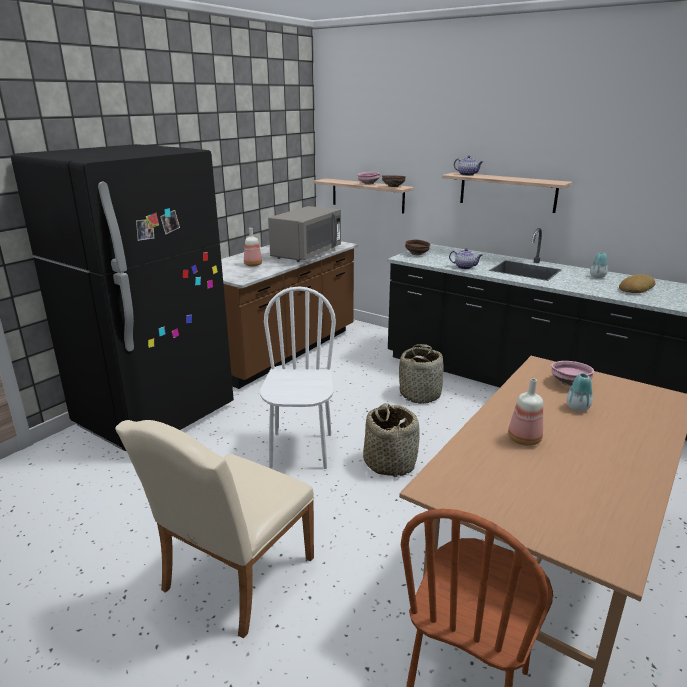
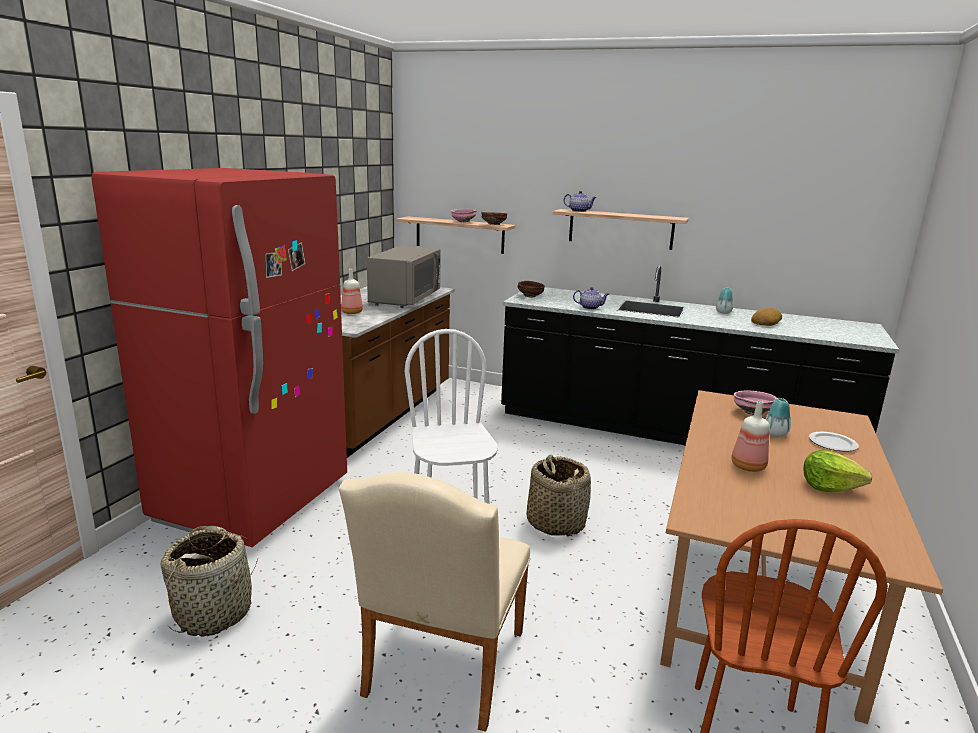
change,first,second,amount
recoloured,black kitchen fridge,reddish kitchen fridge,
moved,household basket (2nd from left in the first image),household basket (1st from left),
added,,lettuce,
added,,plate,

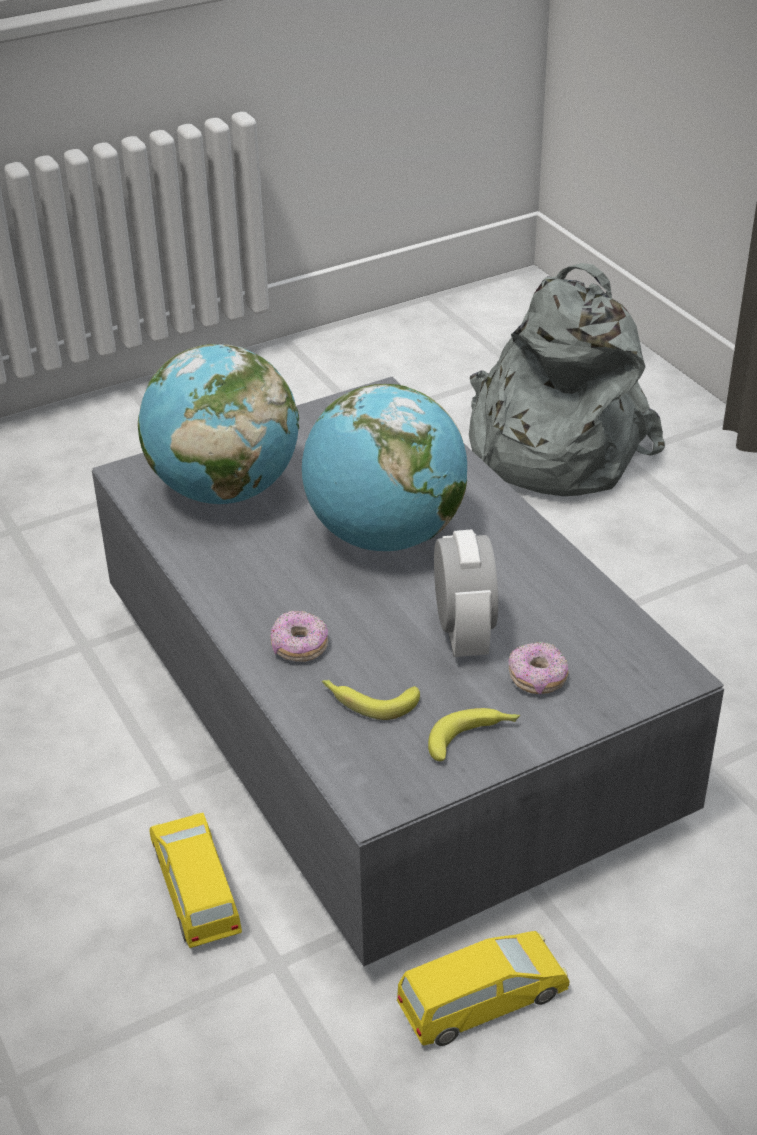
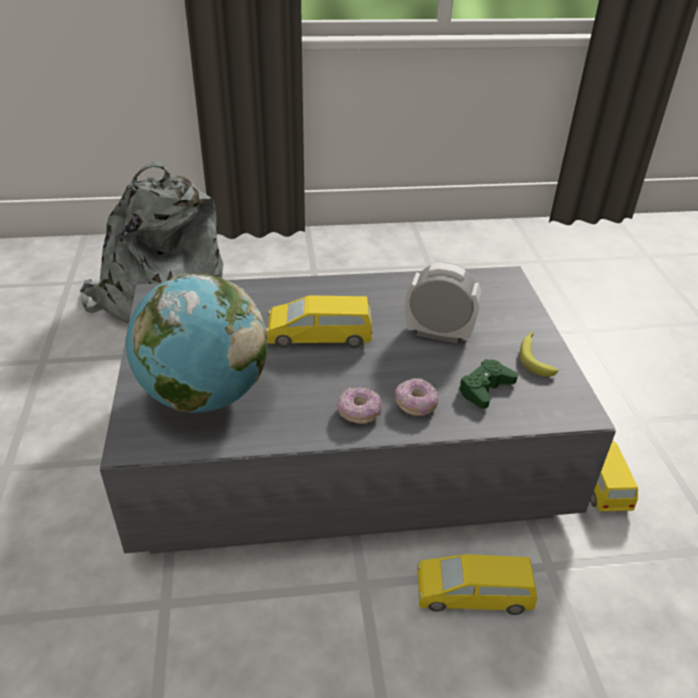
change,first,second,amount
replaced,globe (2nd from left),yellowish miniature car (1st from left),
moved,ring doughnut (2nd from left in the first image),ring doughnut (1st from left),
replaced,whole banana (1st from left),green gamepad,

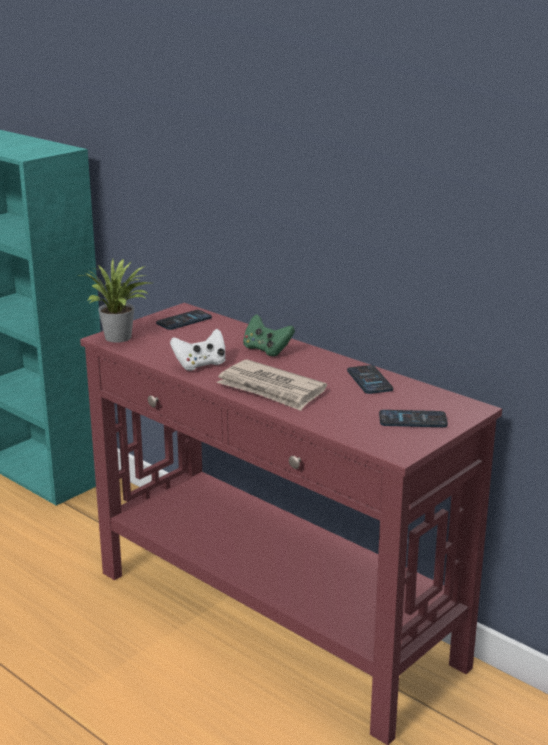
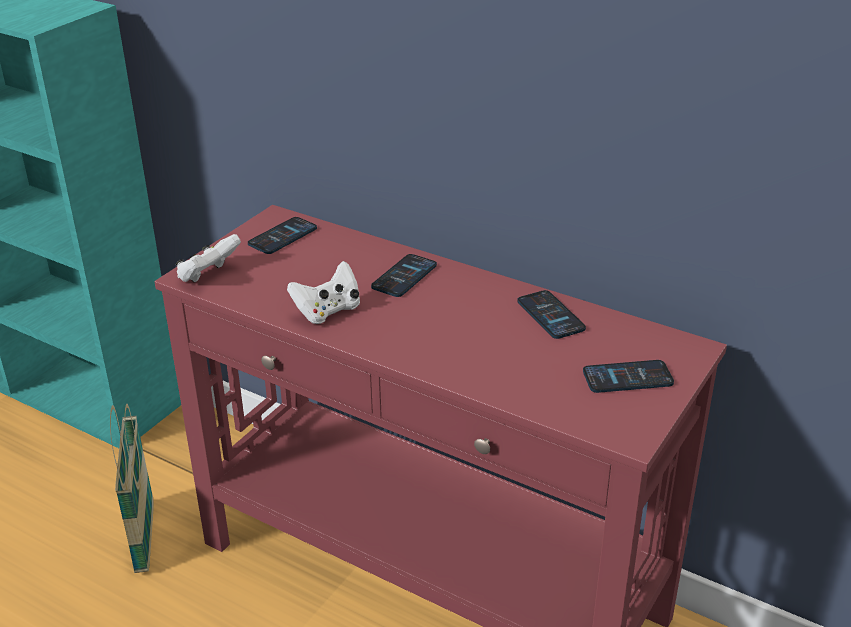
change,first,second,amount
added,,household basket,
replaced,potted plant,white-coloured gamepad (1st from left),
replaced,green gamepad,handset (2nd from left),
removed,newspaper,,

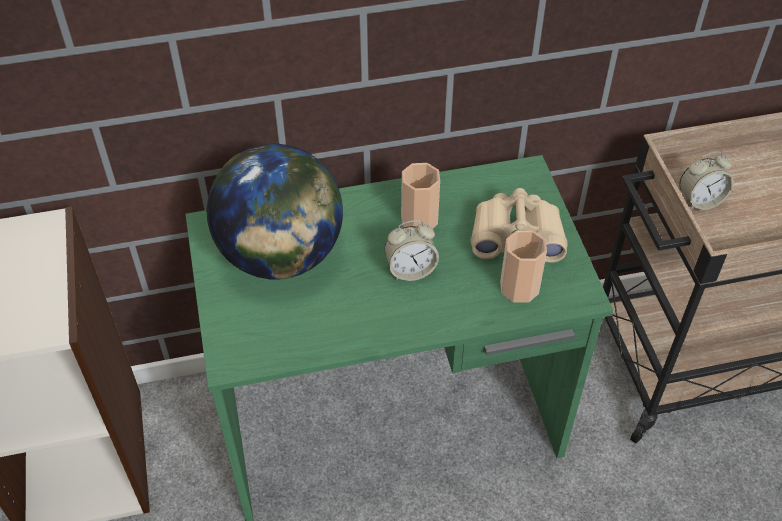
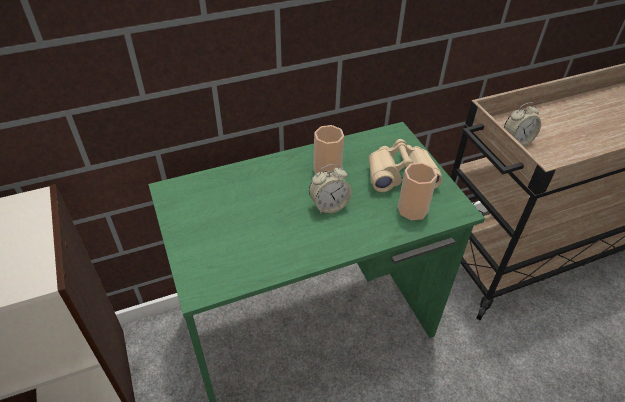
change,first,second,amount
removed,globe,,

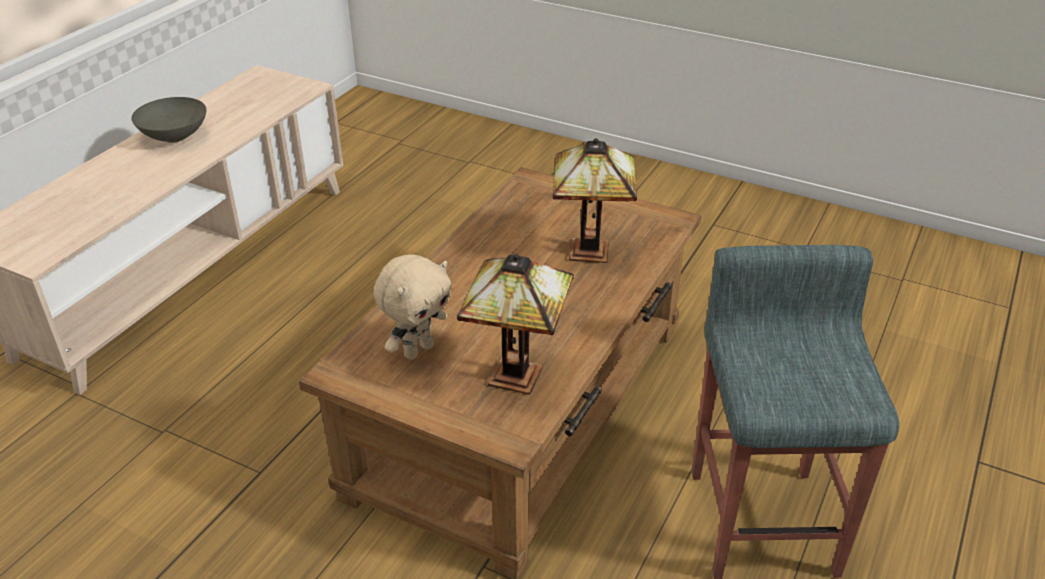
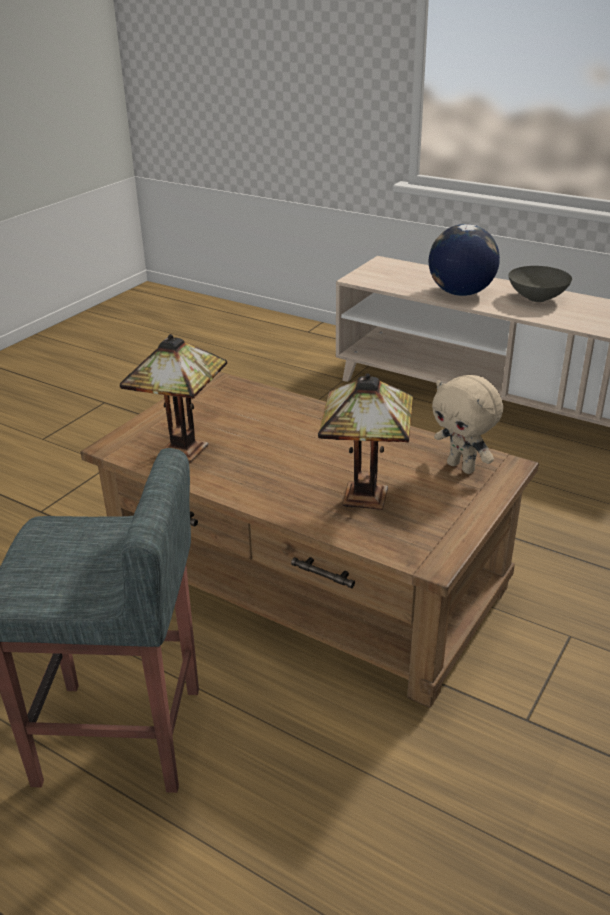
change,first,second,amount
added,,globe,
moved,beige plush toy,,

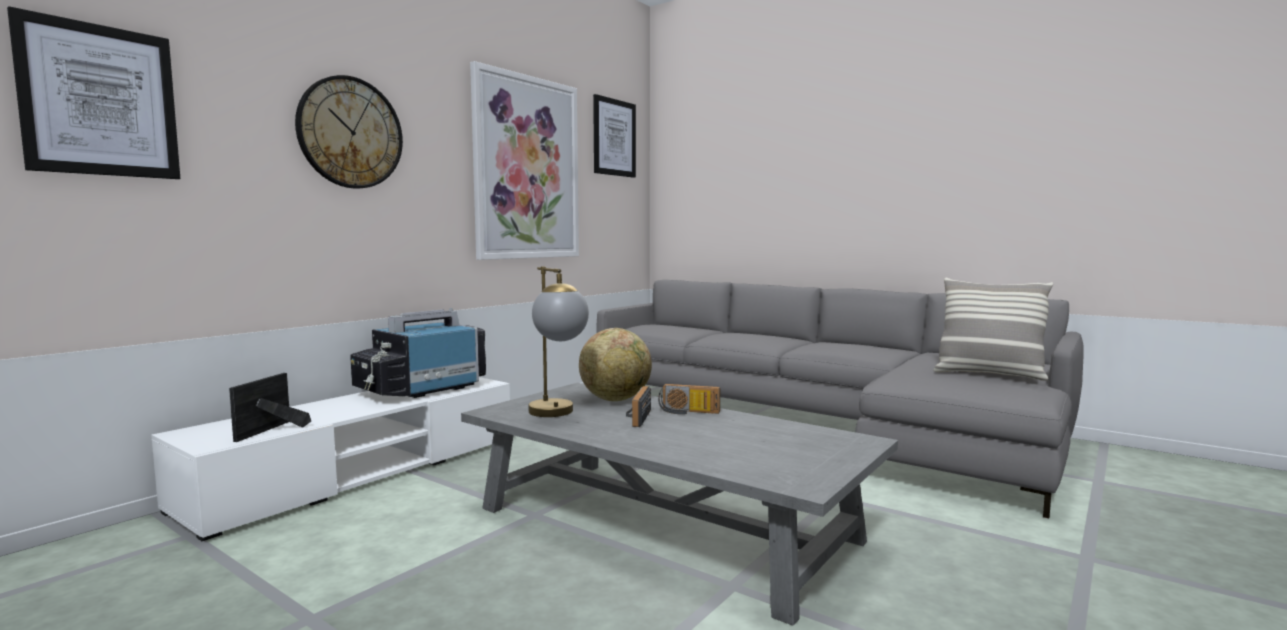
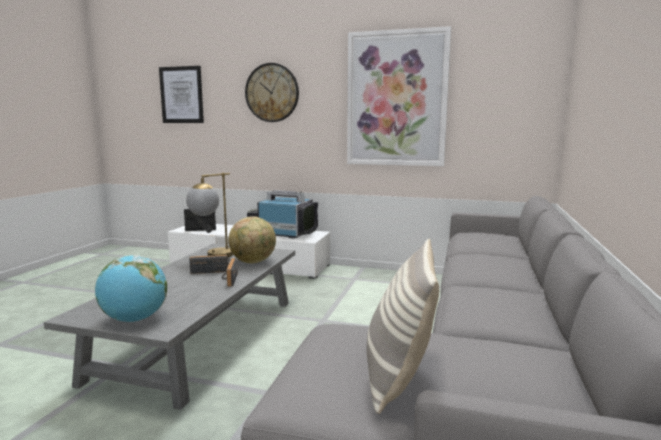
change,first,second,amount
added,,globe (1st from left),
removed,wall art (3rd from left),,

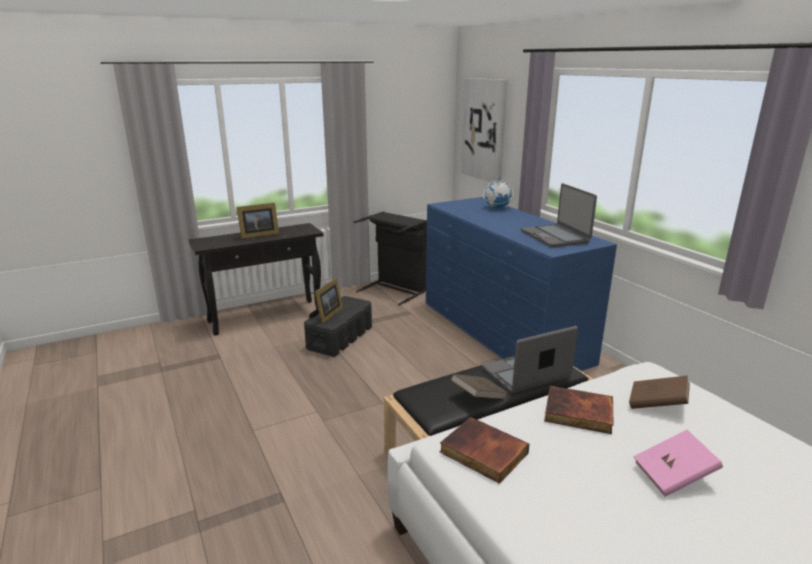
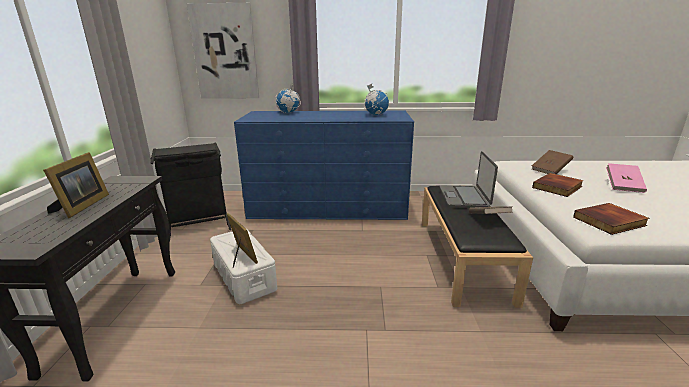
change,first,second,amount
recoloured,black storage container,white-coloured storage container,
replaced,laptop (2nd from left),globe (2nd from left),

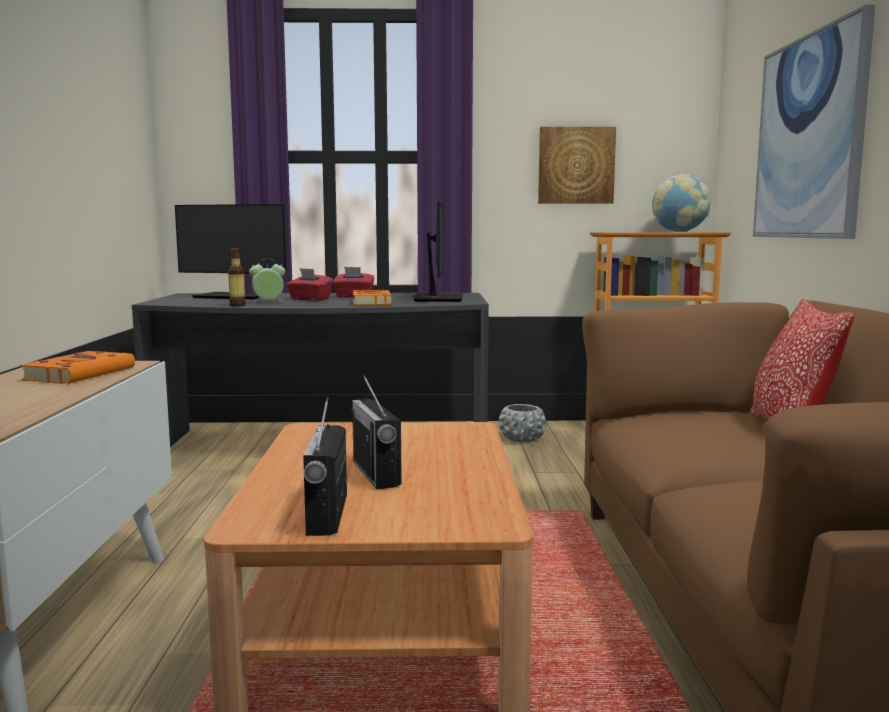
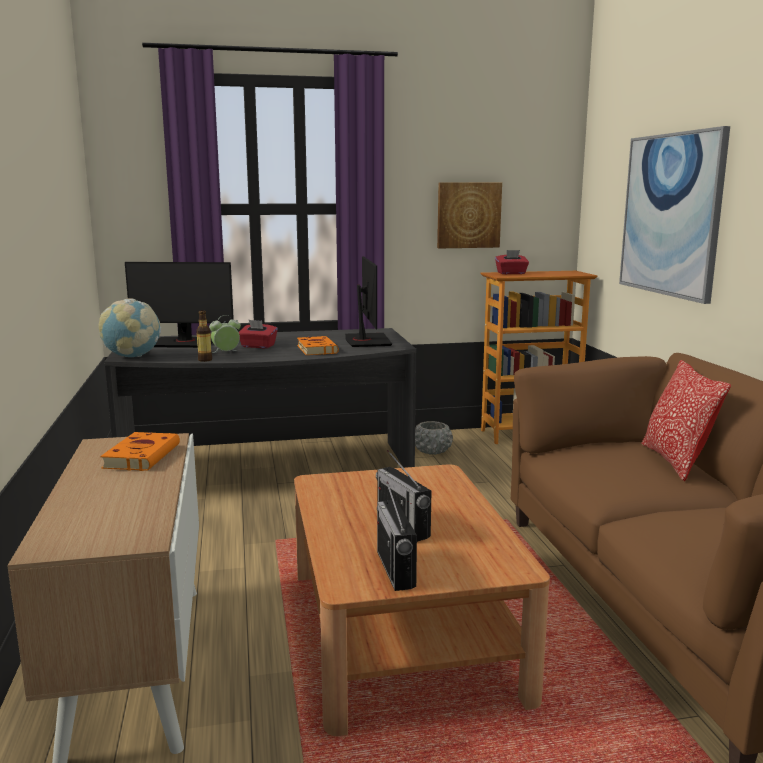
change,first,second,amount
moved,globe,,
moved,reddish tissue holder (2nd from left),,

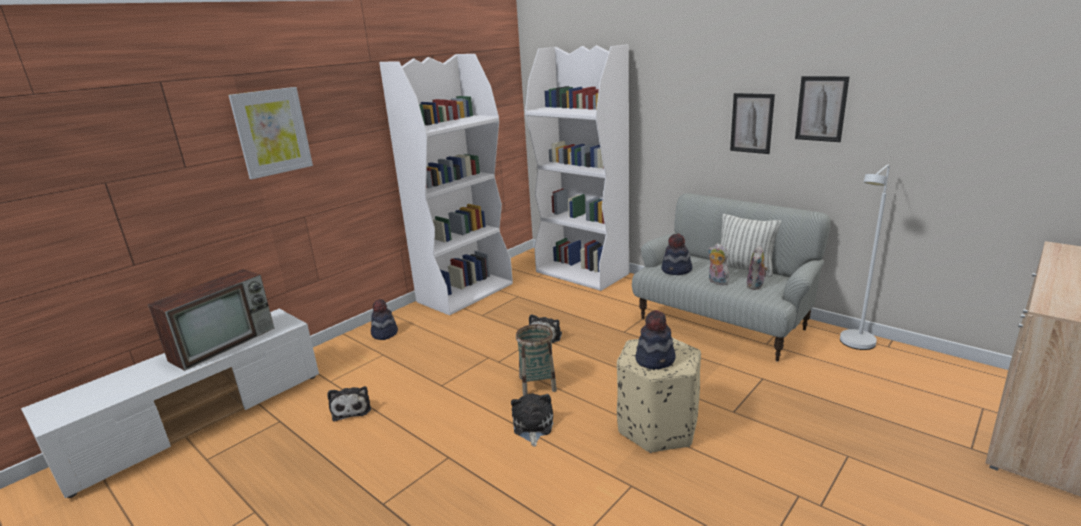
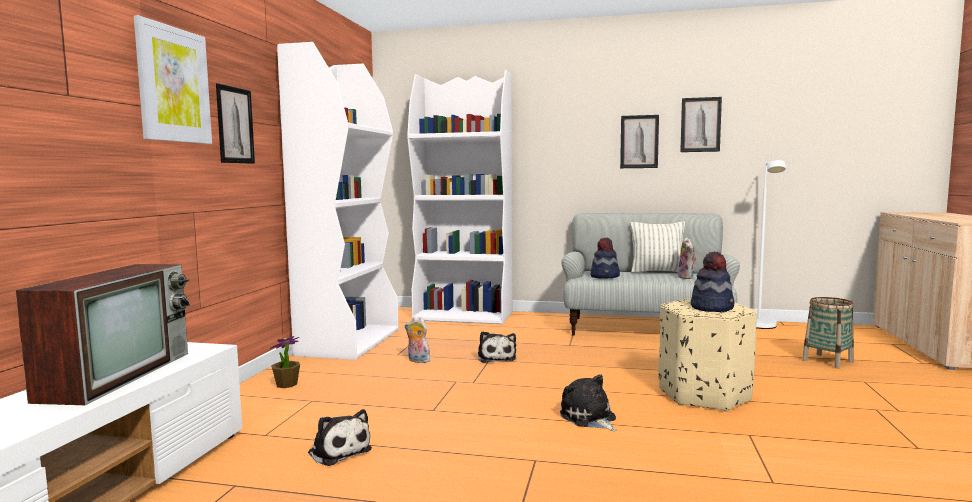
change,first,second,amount
added,,wall art (2nd from left),
replaced,wearable hat (1st from left),potted plant,
moved,plush toy (4th from left in the first image),plush toy (2nd from left),
moved,household basket,,

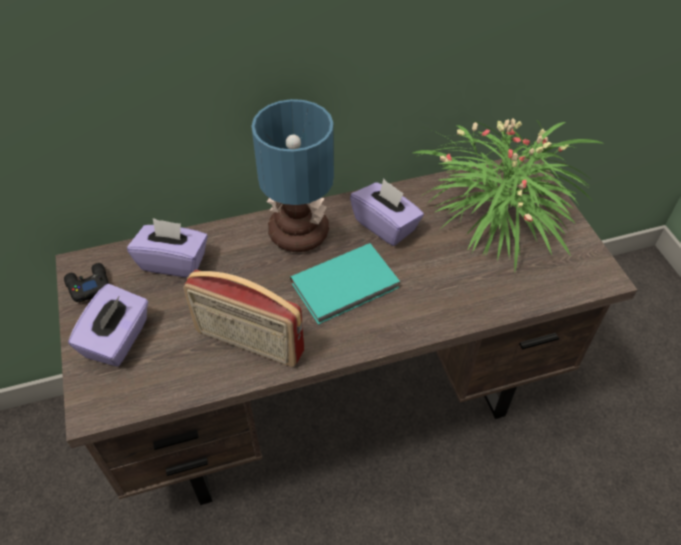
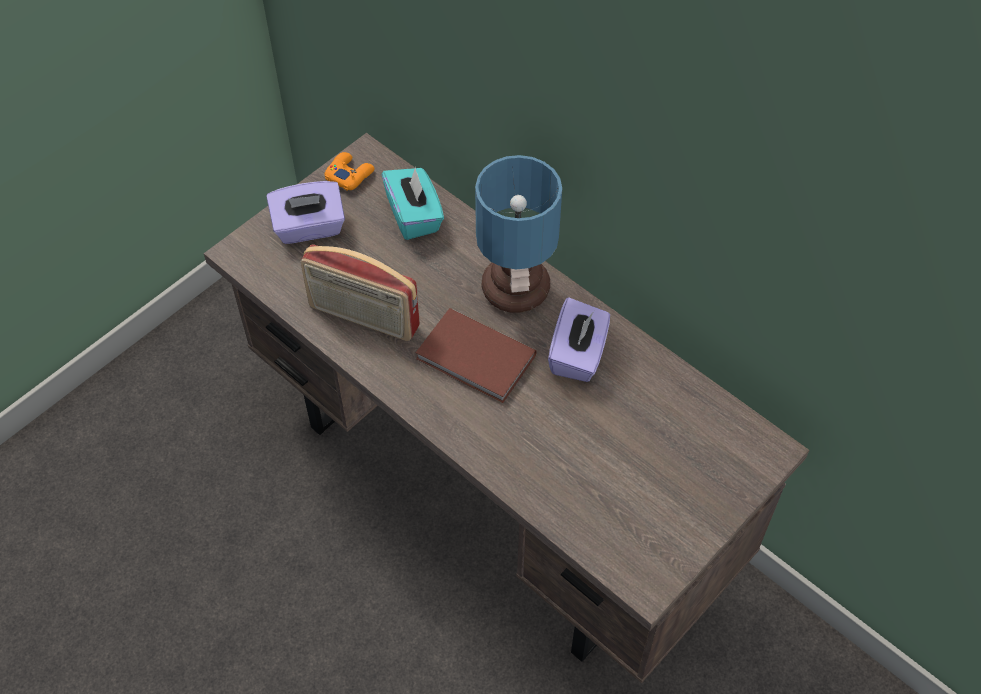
change,first,second,amount
turned,radio set,,60 degrees counterclockwise
recoloured,black gamepad,orangey gamepad,
recoloured,purple-coloured tissue holder (2nd from left),blue-green tissue holder,
recoloured,blue-green book,brown book,
removed,potted plant,,

